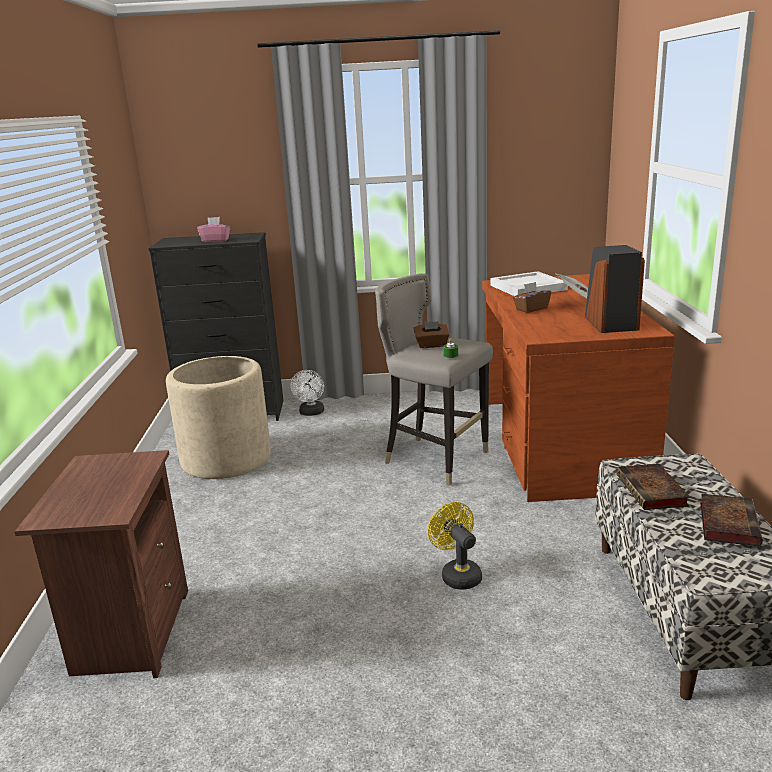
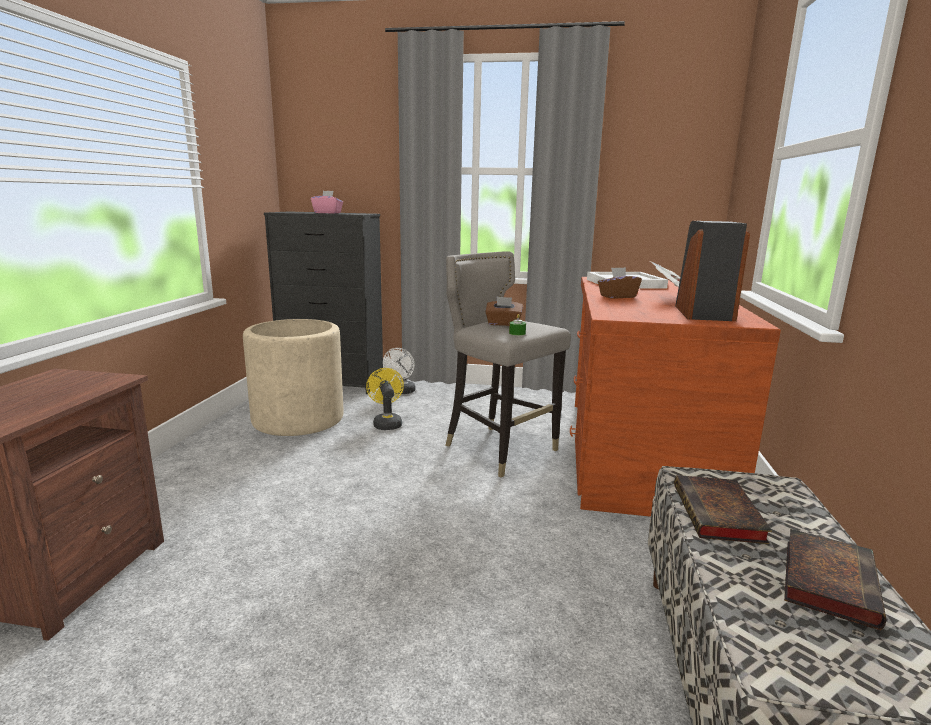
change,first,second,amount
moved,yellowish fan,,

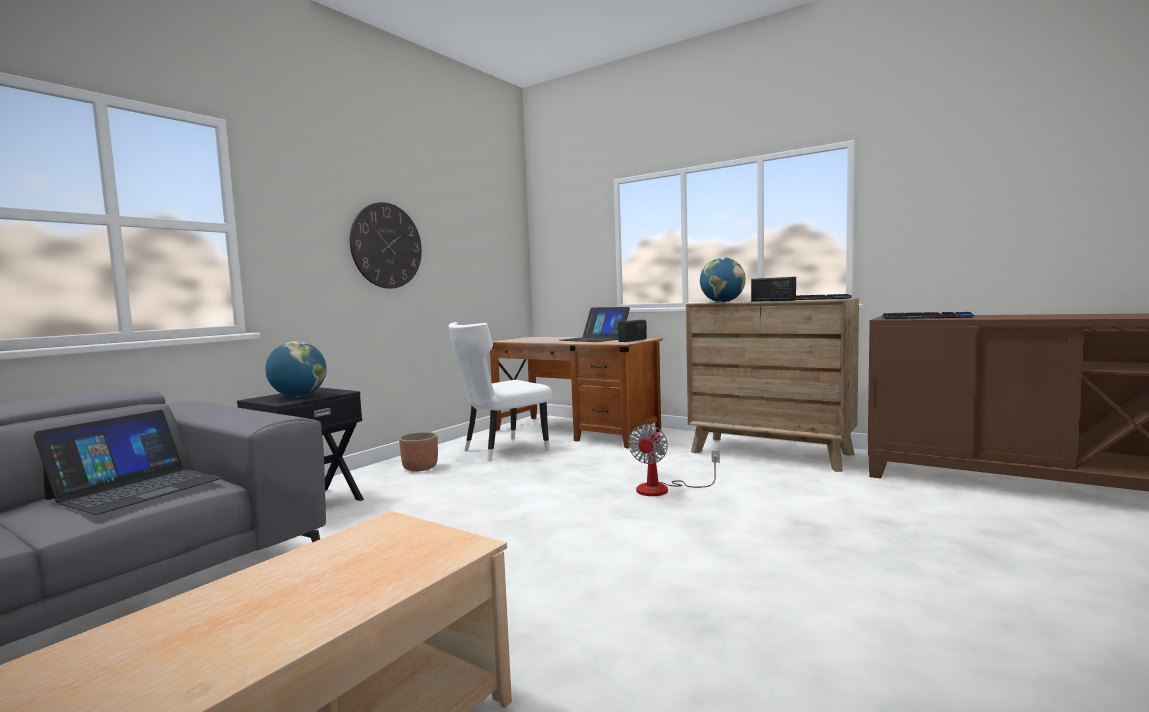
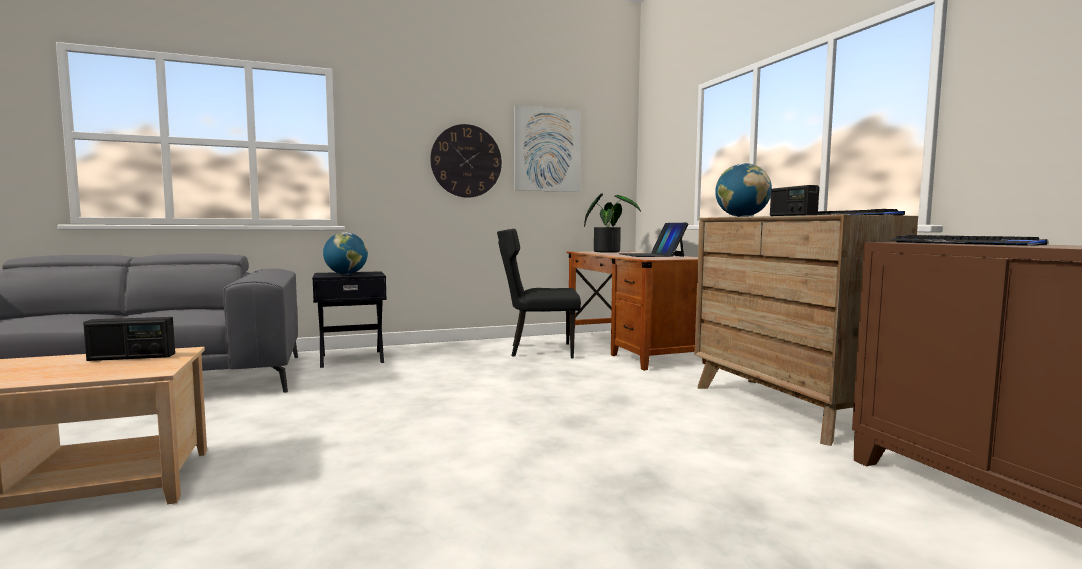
change,first,second,amount
moved,radio set (1st from left),,
recoloured,white-coloured chair,black chair,
added,,wall art,
added,,potted plant,
removed,laptop (1st from left),,
removed,planter,,
removed,fan,,

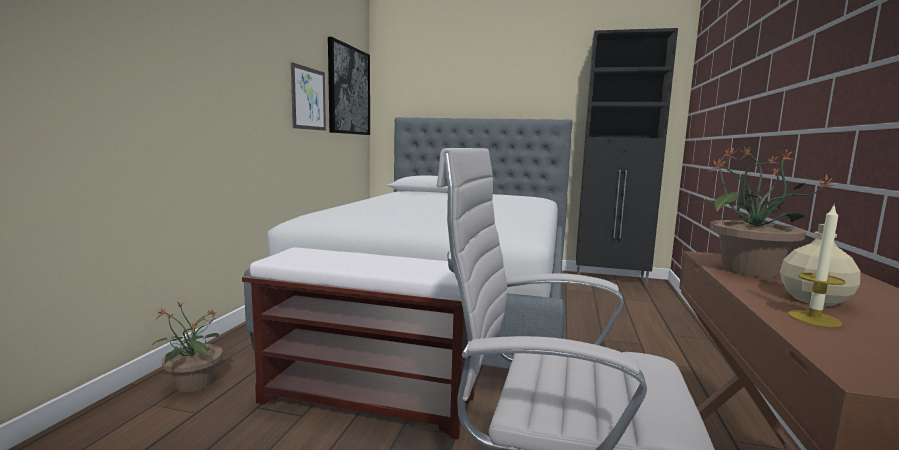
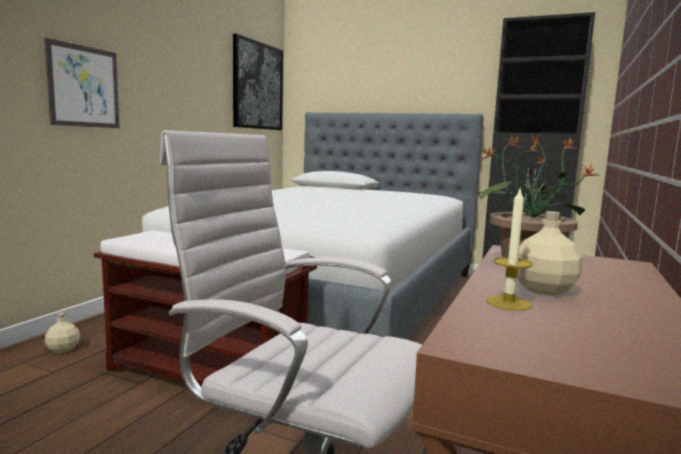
change,first,second,amount
moved,wall art (1st from left),,
replaced,potted plant (1st from left),beige drink bottle (1st from left),

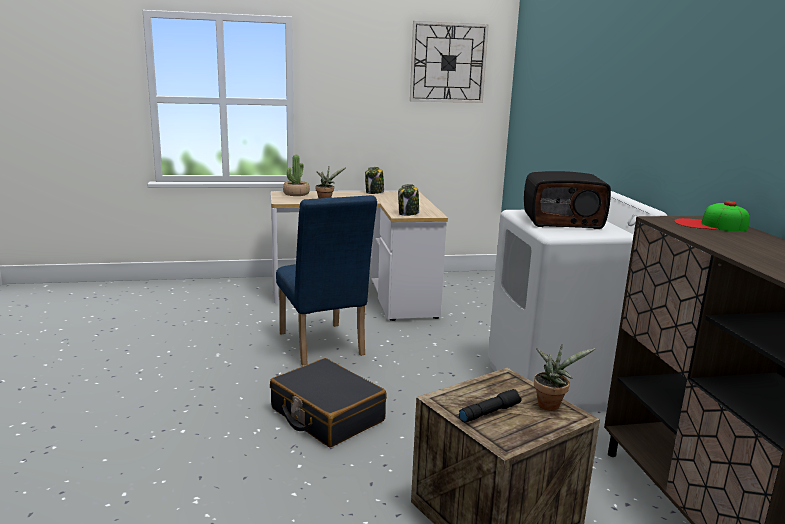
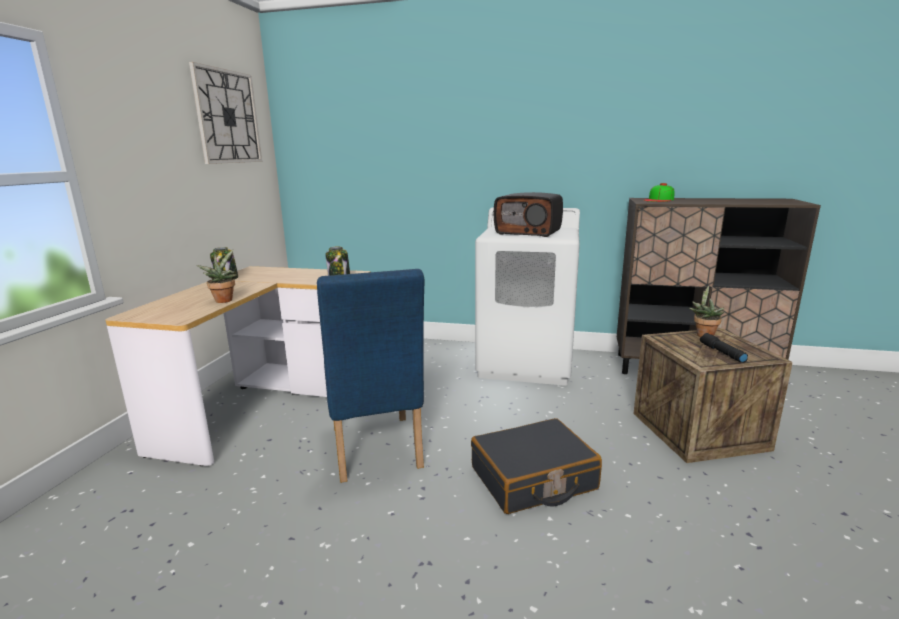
change,first,second,amount
turned,bluish chair,,75 degrees clockwise
turned,radio set,,90 degrees clockwise
removed,potted plant (1st from left),,

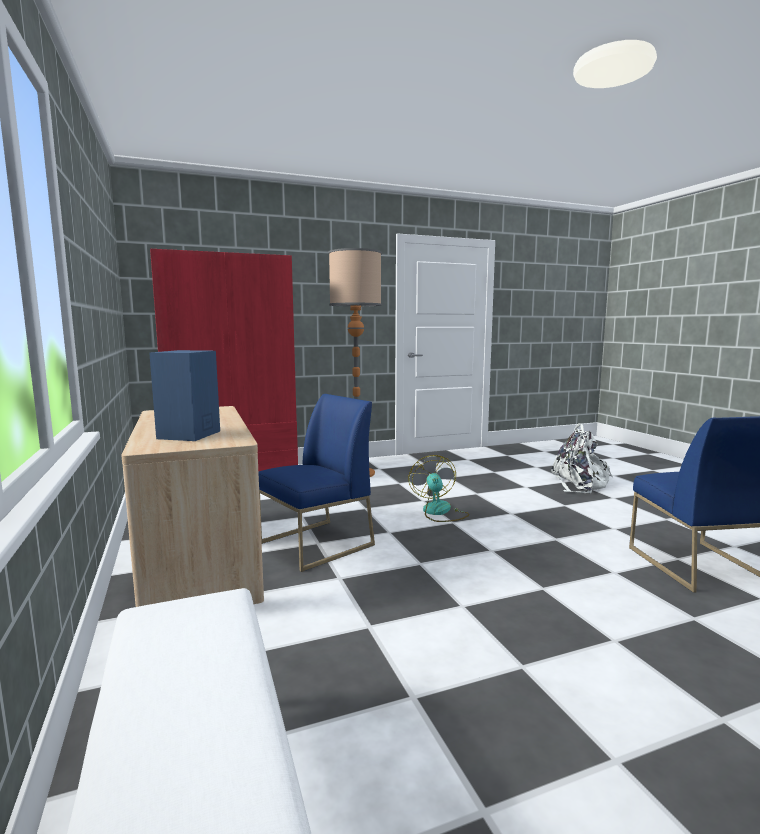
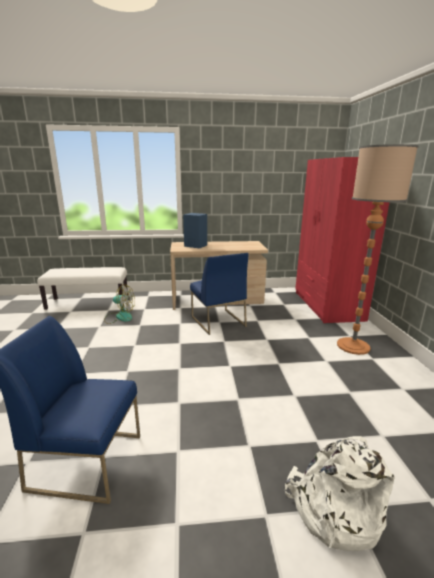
change,first,second,amount
moved,fan,,

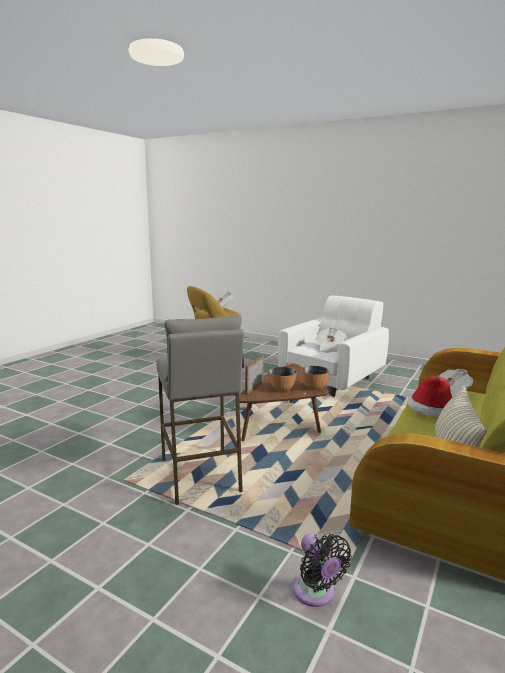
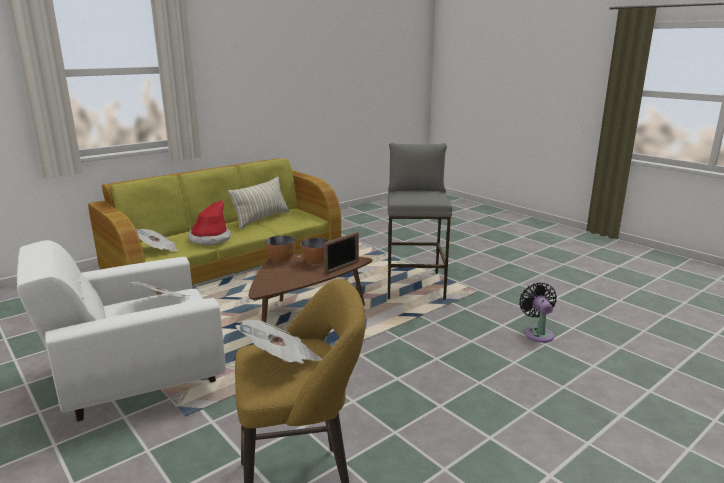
change,first,second,amount
moved,black fan,,

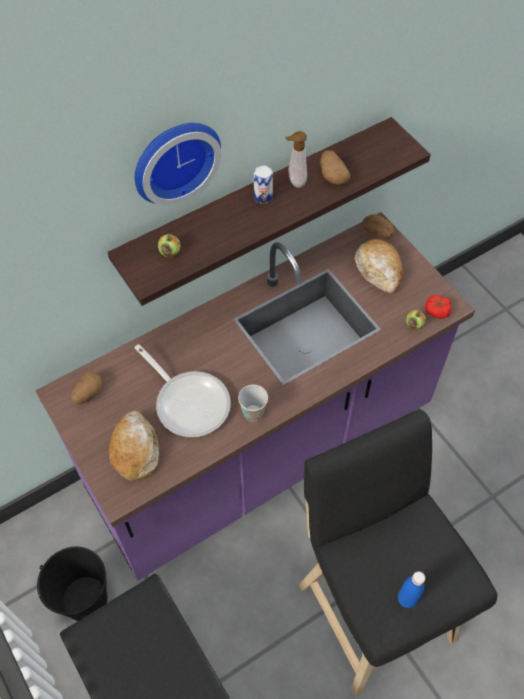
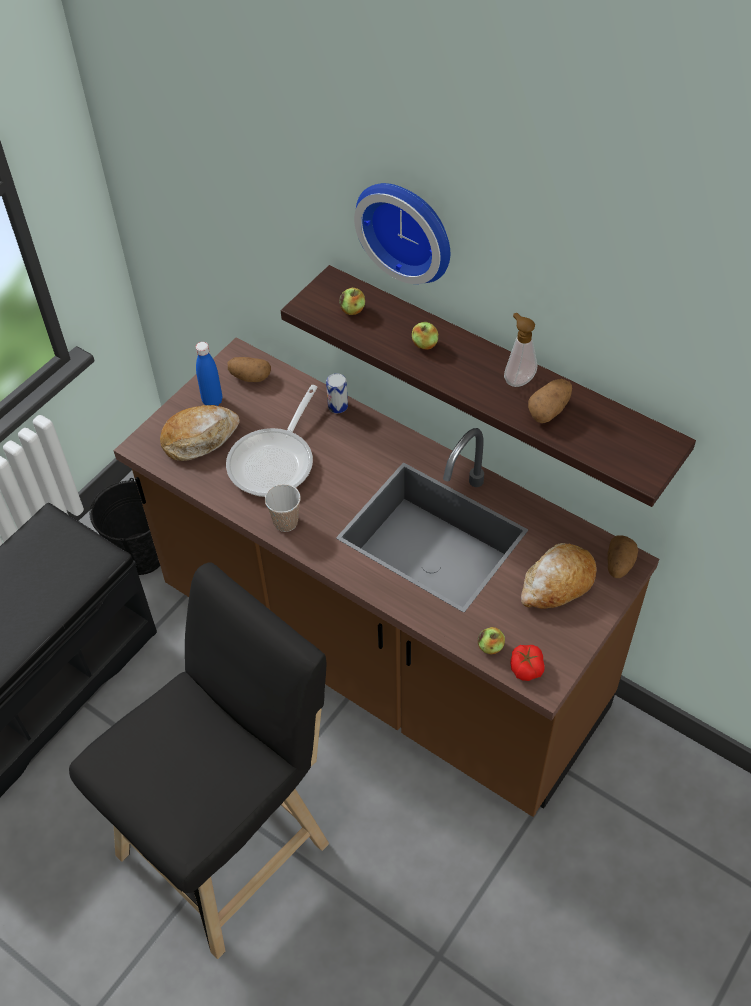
change,first,second,amount
recoloured,purple-coloured kitchen counter,brown kitchen counter,
moved,bluish drink bottle,,
moved,metal can,,
added,,apple (2nd from left),

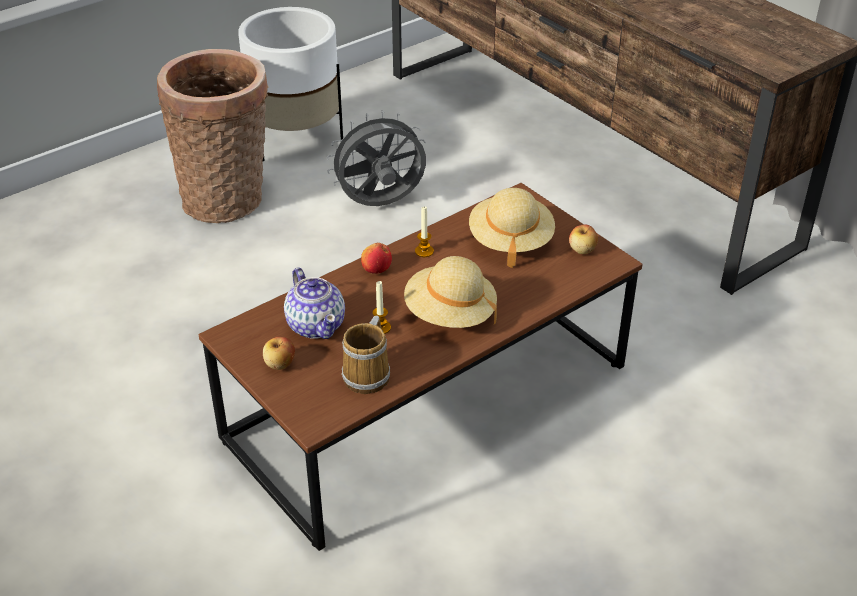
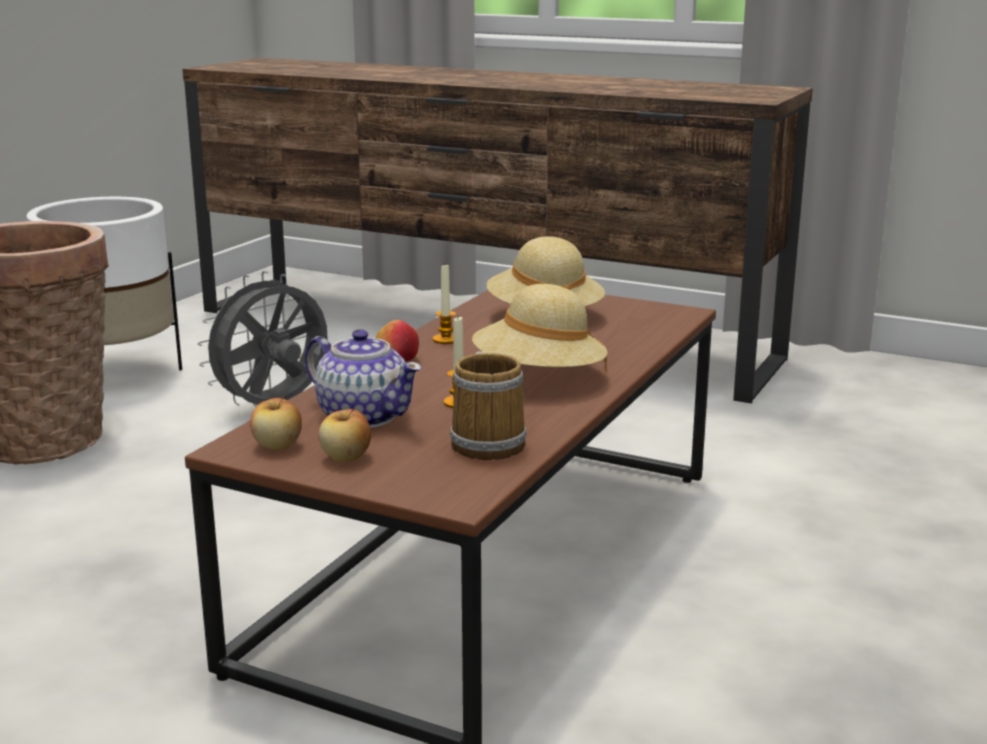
change,first,second,amount
moved,apple (3rd from left in the first image),apple (1st from left),

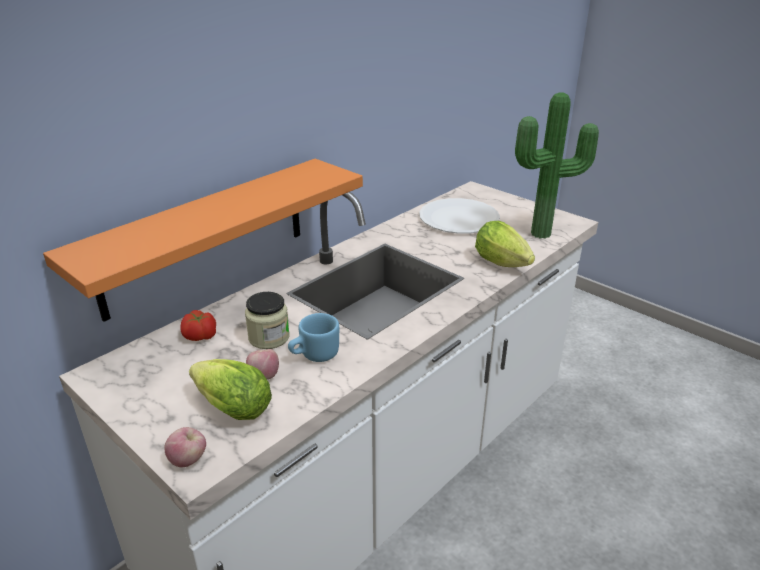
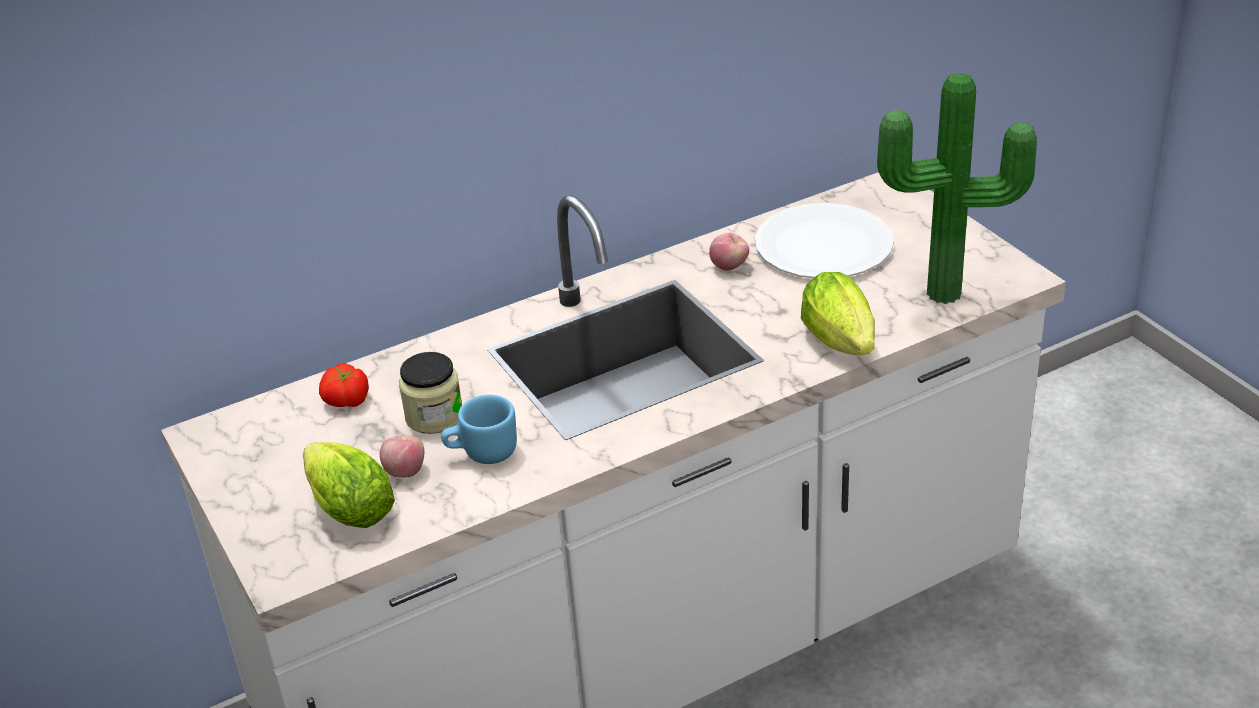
change,first,second,amount
moved,apple (1st from left in the first image),apple (2nd from left),
removed,orangey shelf,,

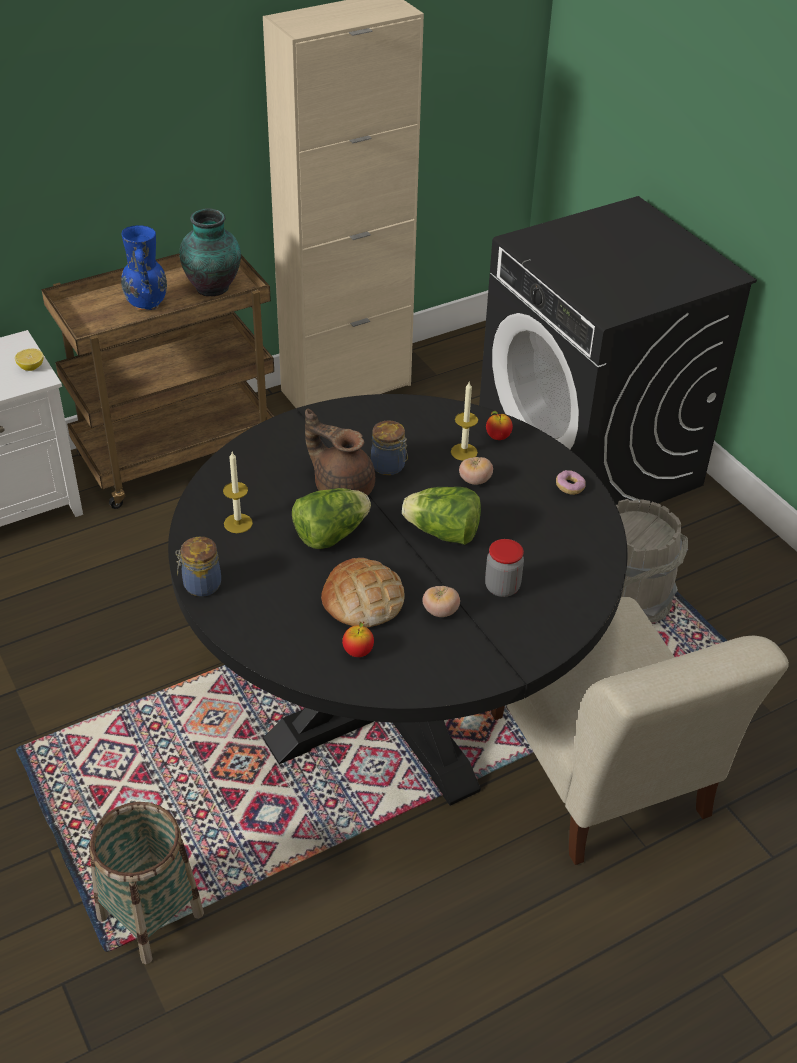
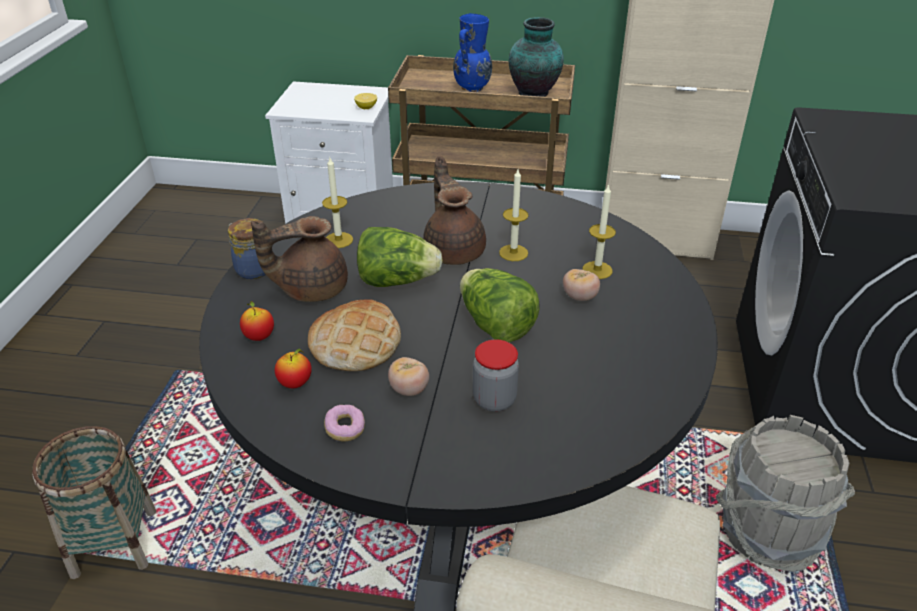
change,first,second,amount
moved,apple (2nd from left in the first image),apple (1st from left),
added,,brown teapot (1st from left),
moved,ring doughnut,,
replaced,storage jar (2nd from left),candle (2nd from left),

